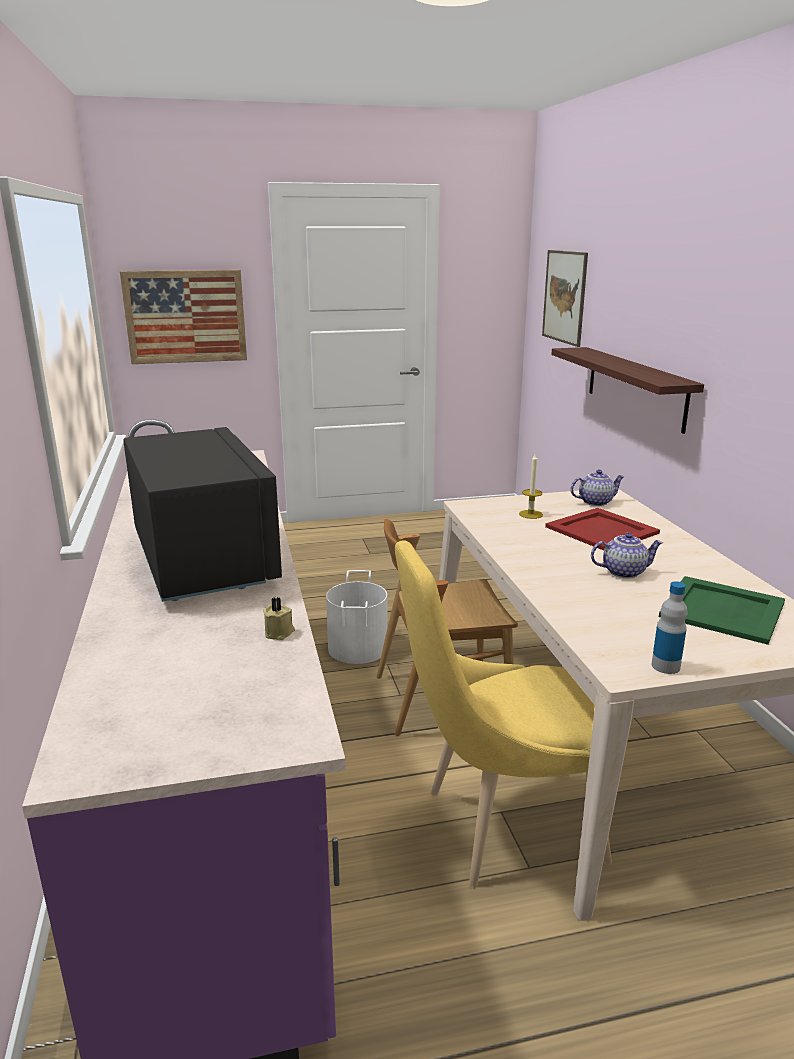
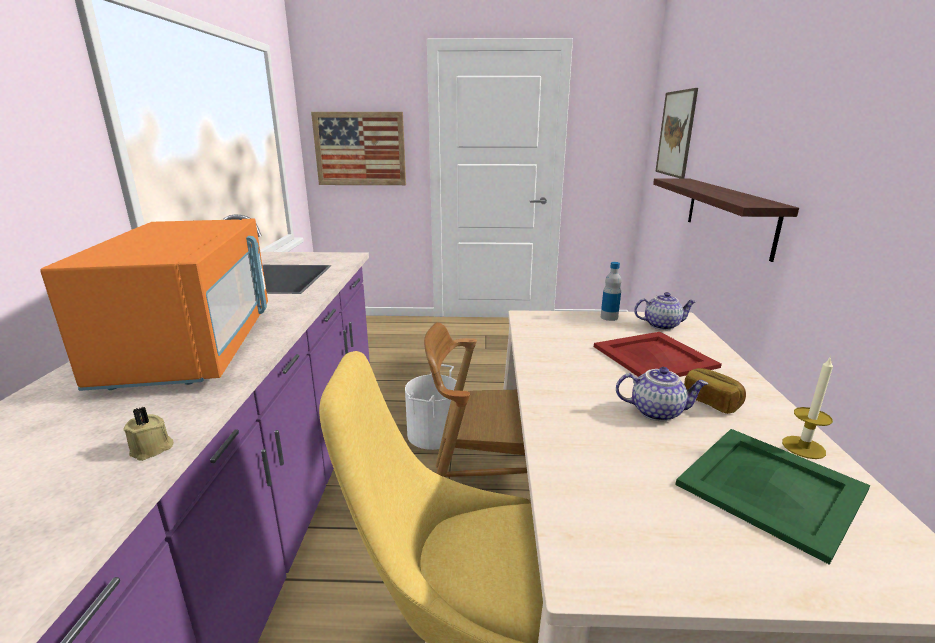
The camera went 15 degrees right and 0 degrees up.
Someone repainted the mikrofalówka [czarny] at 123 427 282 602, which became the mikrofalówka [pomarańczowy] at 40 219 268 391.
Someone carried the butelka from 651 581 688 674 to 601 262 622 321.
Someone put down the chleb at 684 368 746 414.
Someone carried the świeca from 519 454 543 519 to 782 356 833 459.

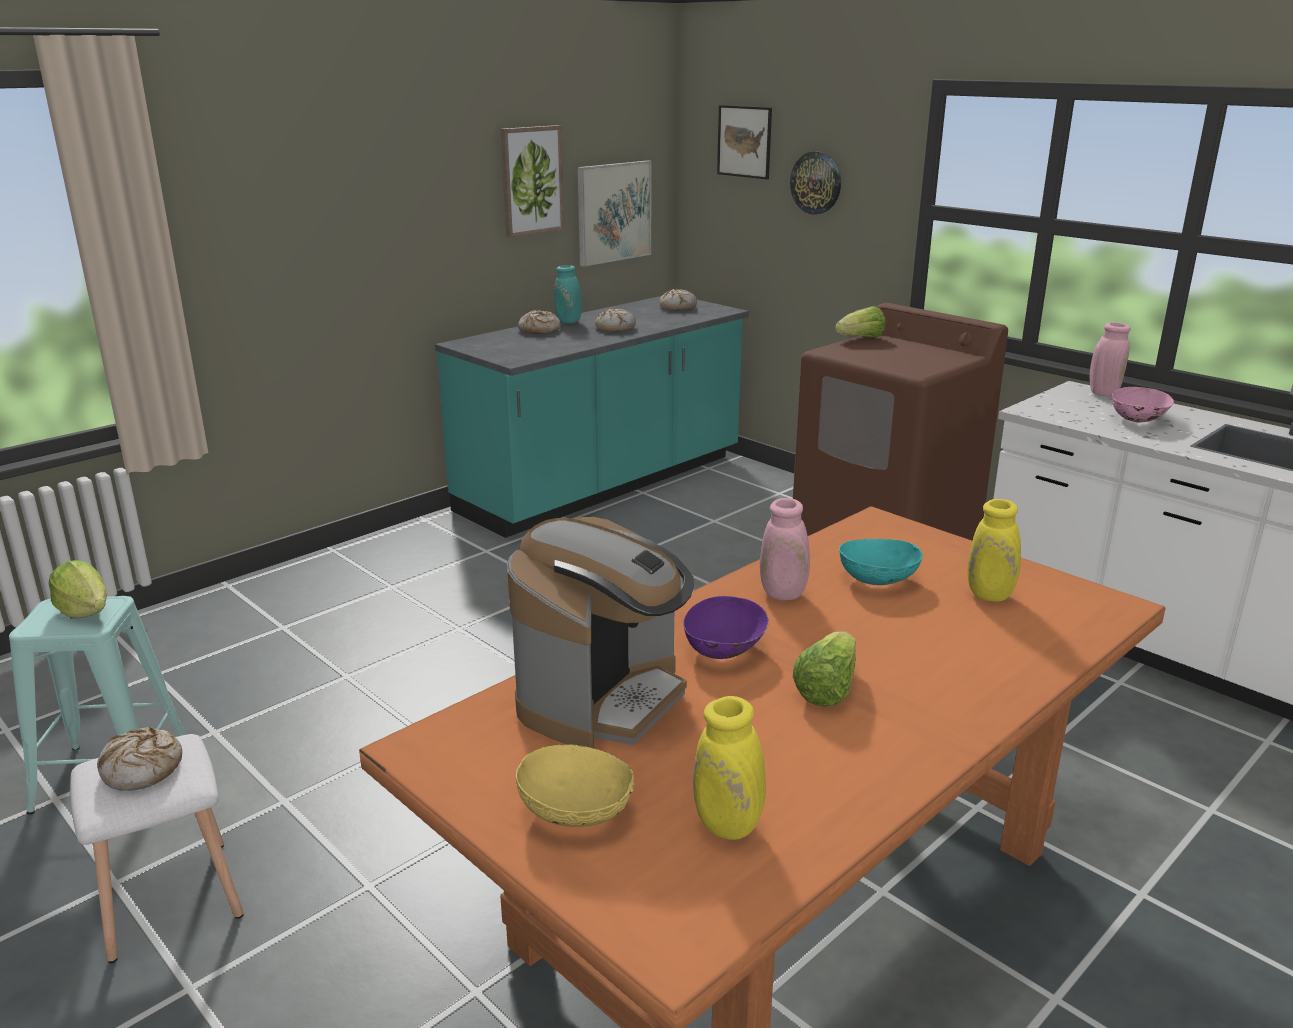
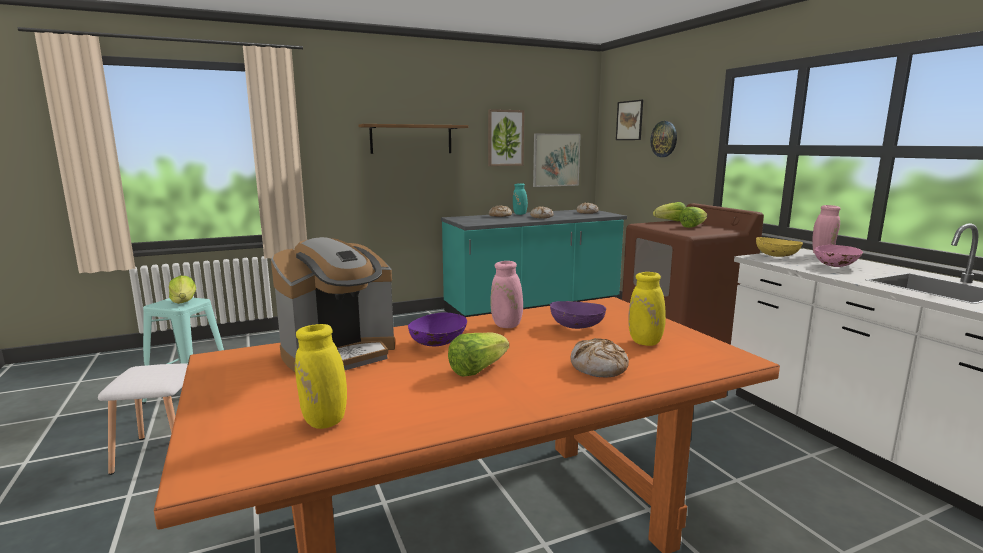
The camera went 20 degrees right and 10 degrees down.
Someone put up the półka at 358 124 468 154.
Someone repainted the miska [turkusowy] at 839 539 923 585, which became the miska [fioletowy] at 550 301 607 329.
Someone carried the chleb from 97 727 182 791 to 570 338 629 377.
Someone put down the sałata at 679 207 707 228.
Someone carried the miska [żółty] from 516 744 634 827 to 756 237 803 257.

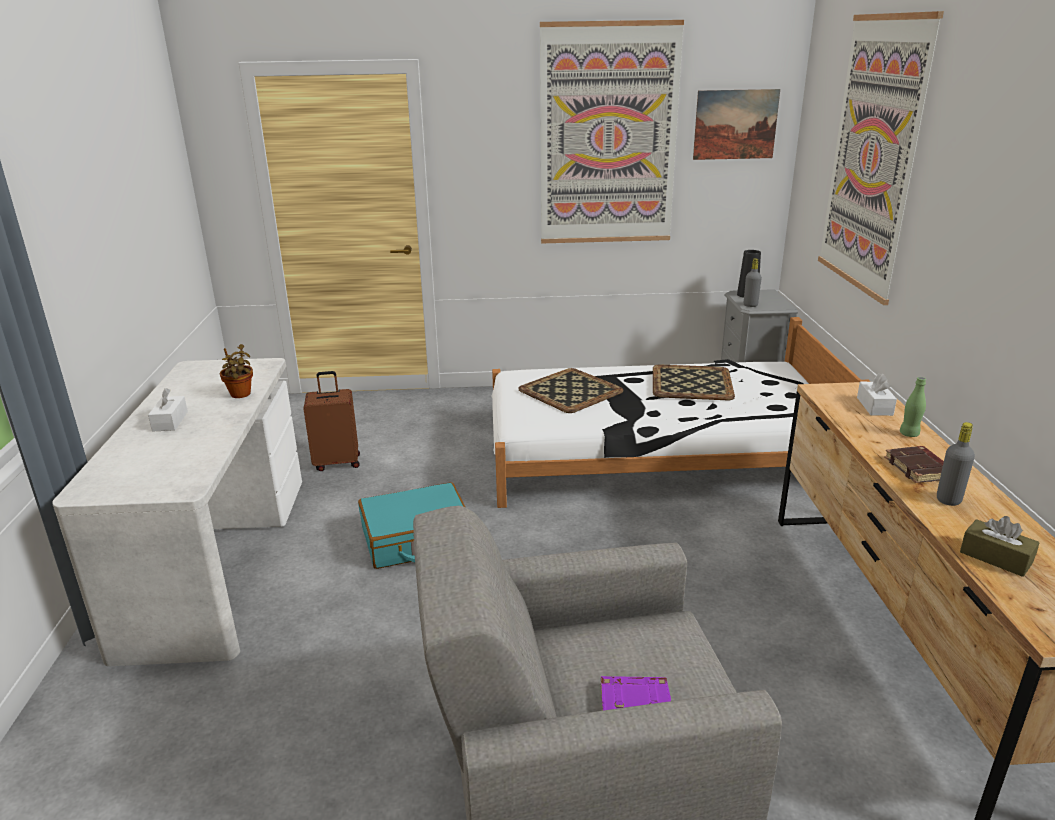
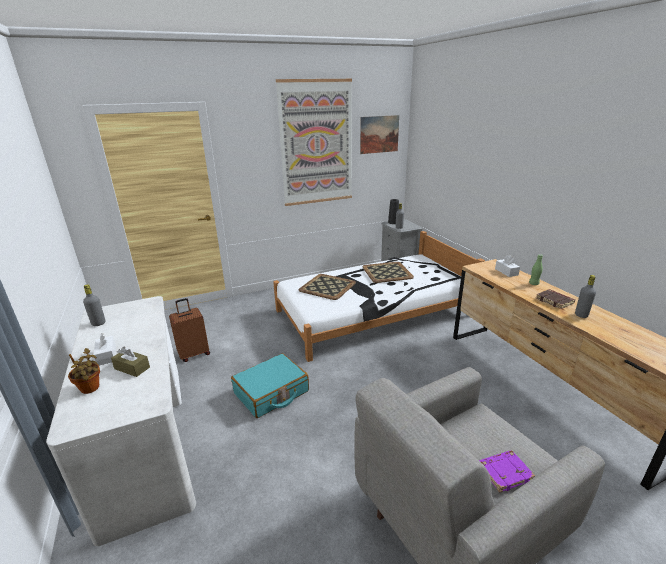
The camera went 20 degrees left and 0 degrees up.
Someone carried the roślina doniczkowa from 220 344 253 398 to 68 348 100 394.
Someone put down the butelka [szary] at 83 284 106 326.
Someone carried the pudełko chusteczek [brązowy] from 960 516 1040 577 to 111 346 150 377.
Someone took away the obraz at 818 11 944 305.

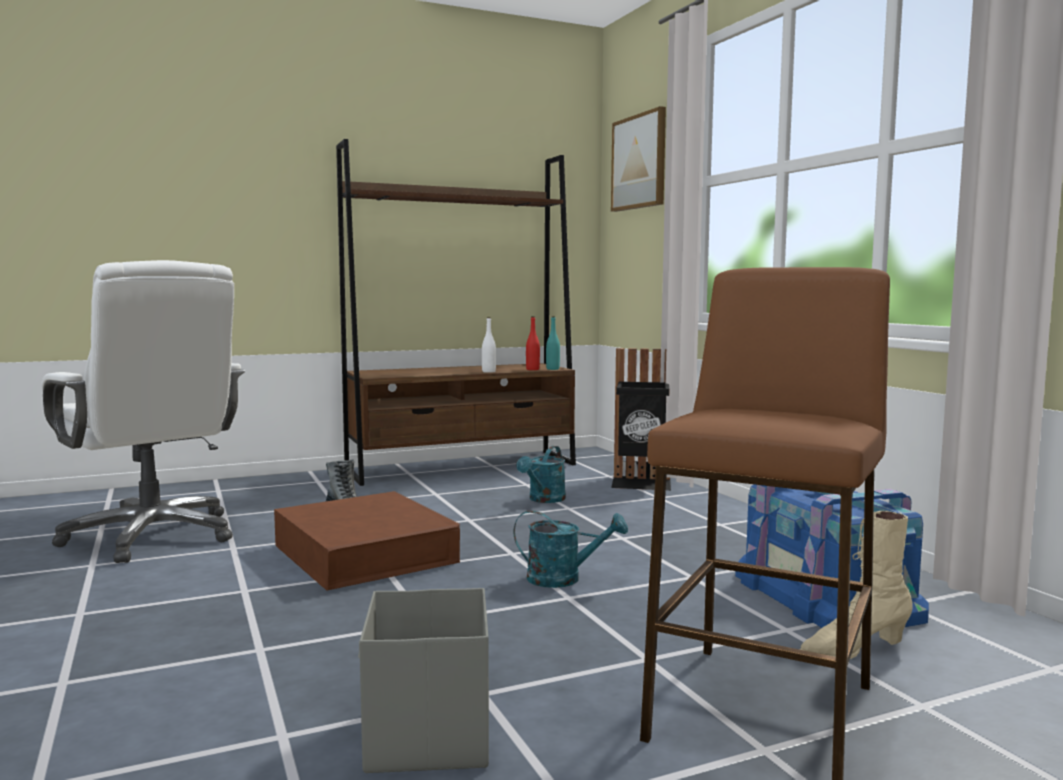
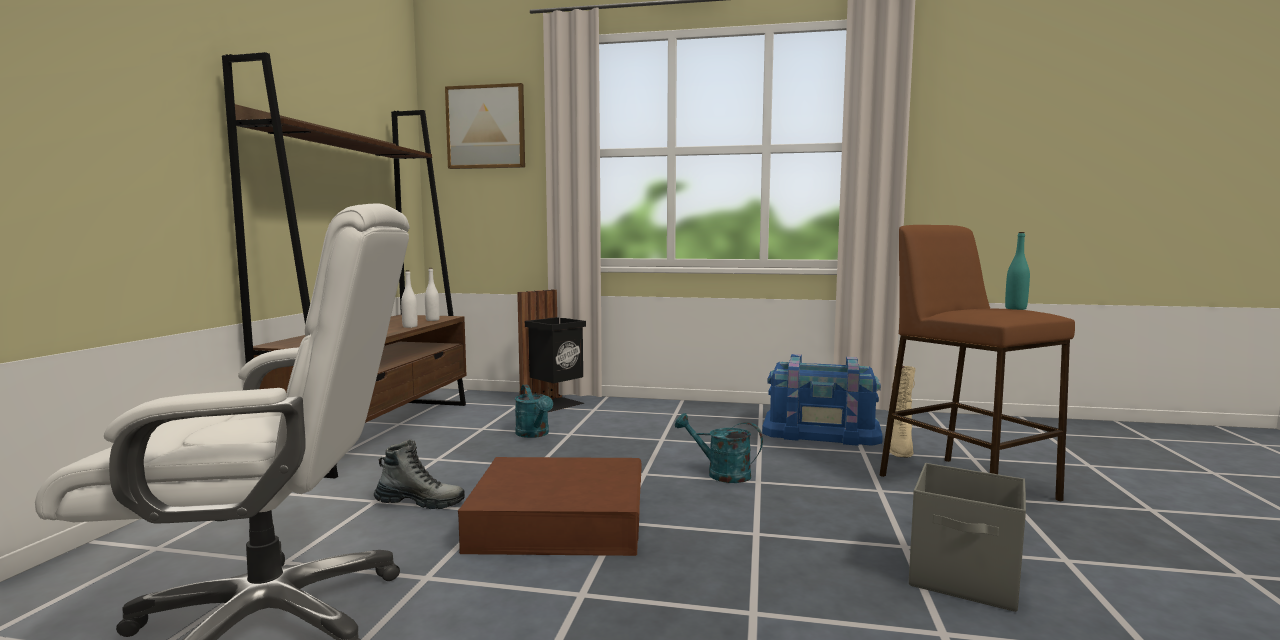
The camera went 55 degrees left and 0 degrees up.
Someone repainted the butelka [czerwony] at 526 316 540 370, which became the butelka [biały] at 425 268 440 321.
Someone rotated the konewka [turkusowy] at 513 510 628 588 by 105 degrees counterclockwise.
Someone carried the butelka [turkusowy] from 546 316 560 370 to 1005 232 1030 310.

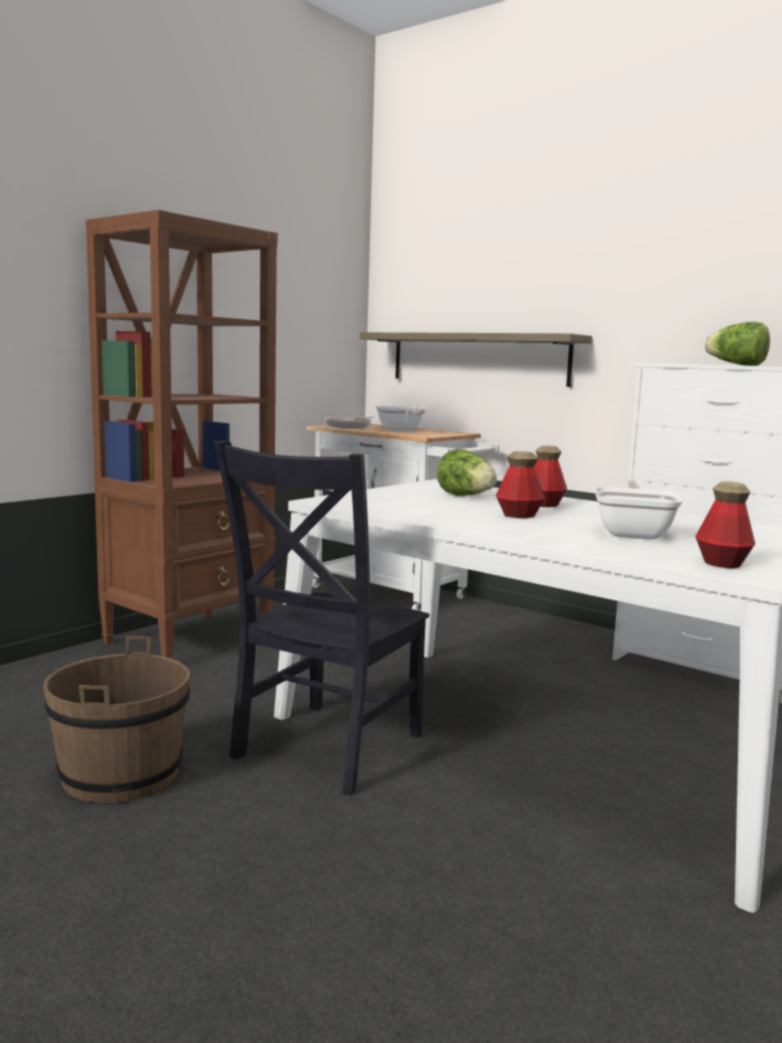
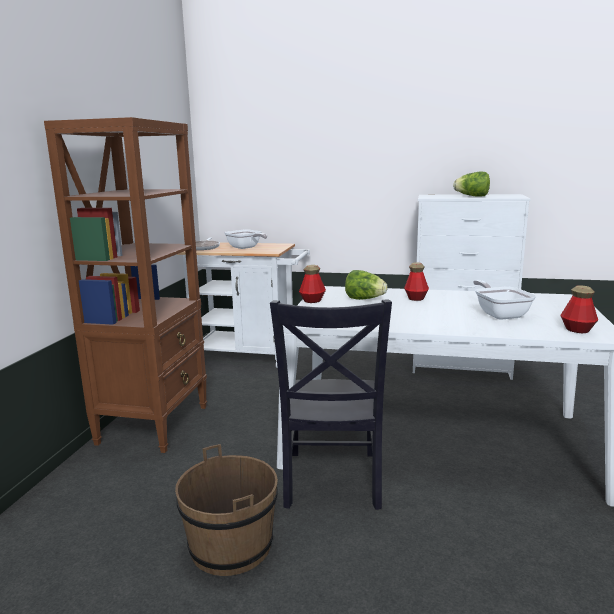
The camera went 25 degrees left and 5 degrees up.
Someone carried the butelka from 496 451 545 518 to 299 265 326 303.
Someone took away the półka at 360 332 592 387.

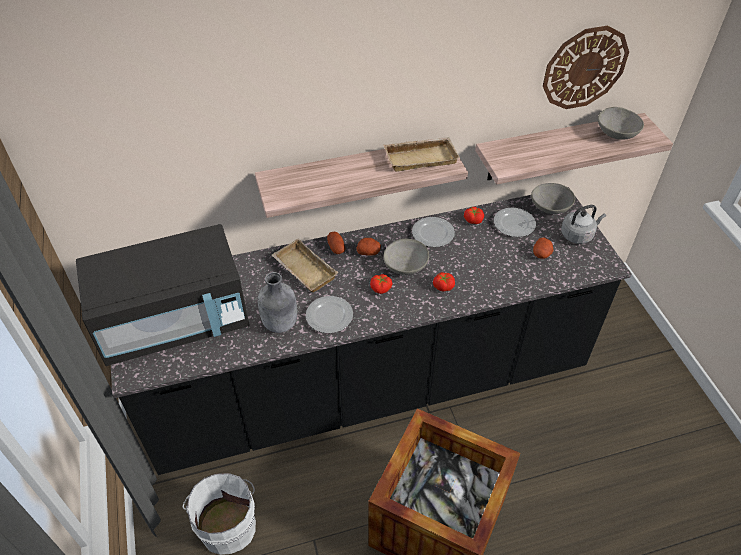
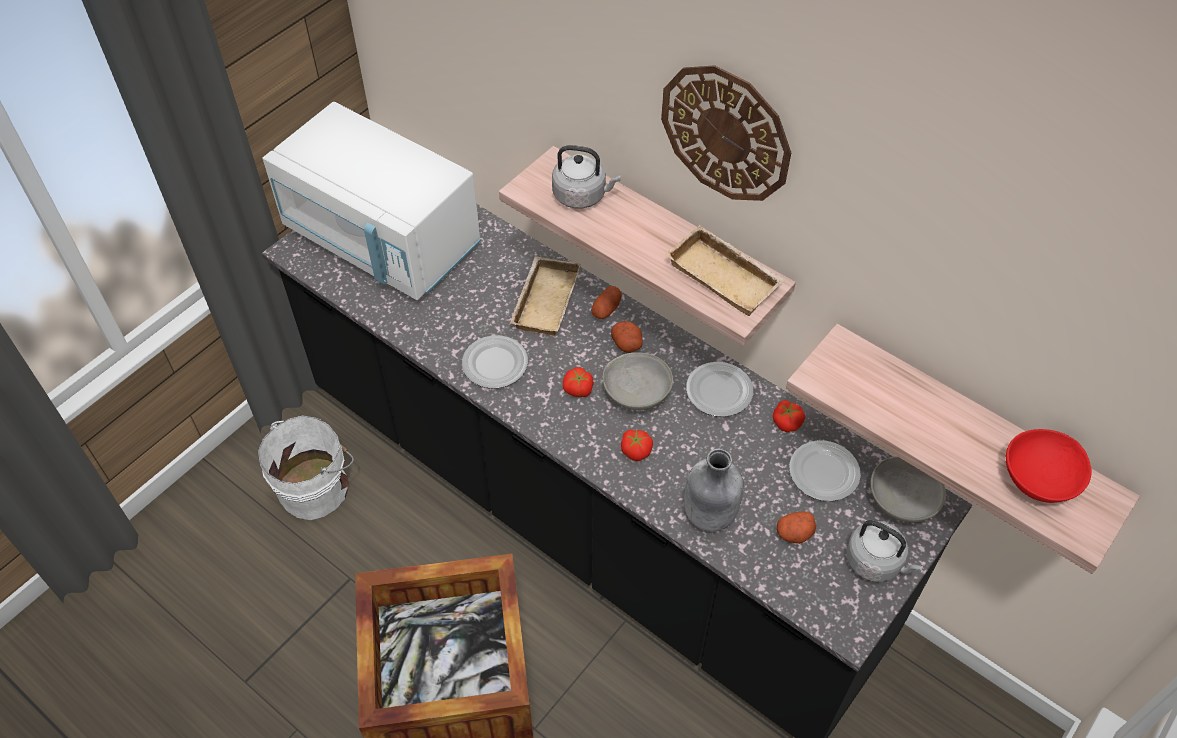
The camera went 55 degrees right and 5 degrees up.
Someone repainted the mikrofalówka [czarny] at 76 224 250 366, which became the mikrofalówka [biały] at 262 102 481 300.
Someone put down the czajnik [szary] at 552 145 621 208.
Someone carried the zegar ścienny from 543 26 629 109 to 661 65 791 201.
Someone carried the butelka [szary] from 258 272 297 333 to 684 449 744 532.
Someone repainted the miska [szary] at 598 107 644 140, which became the miska [czerwony] at 1006 429 1092 503.

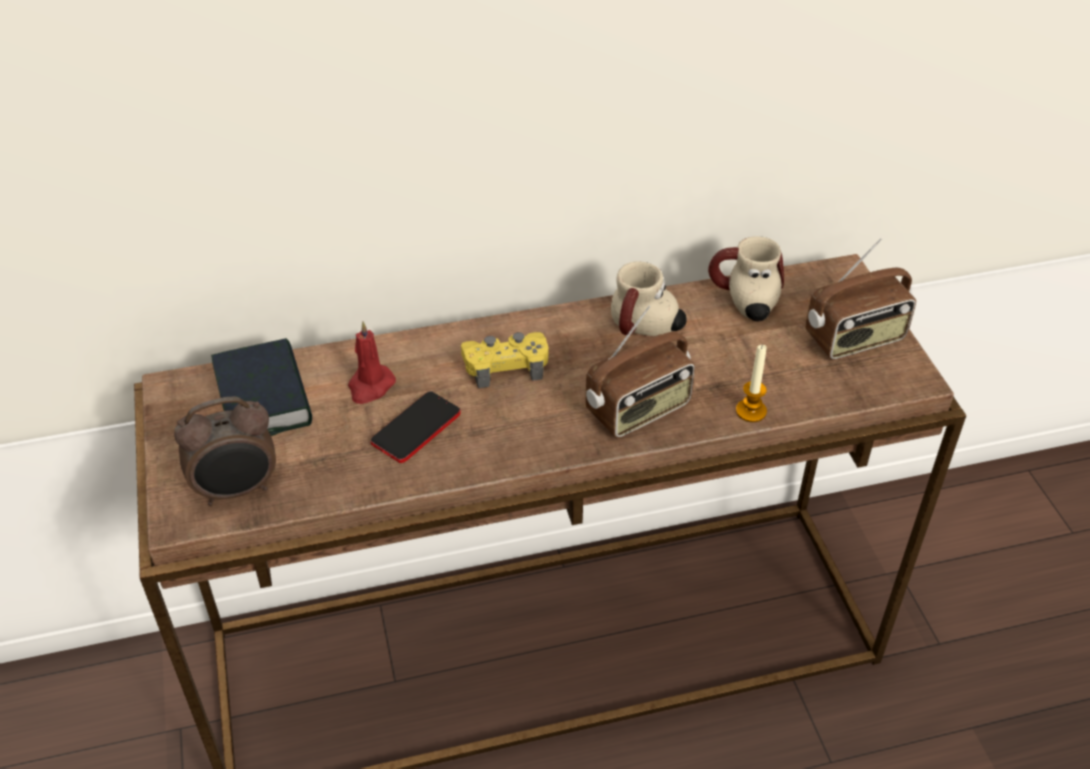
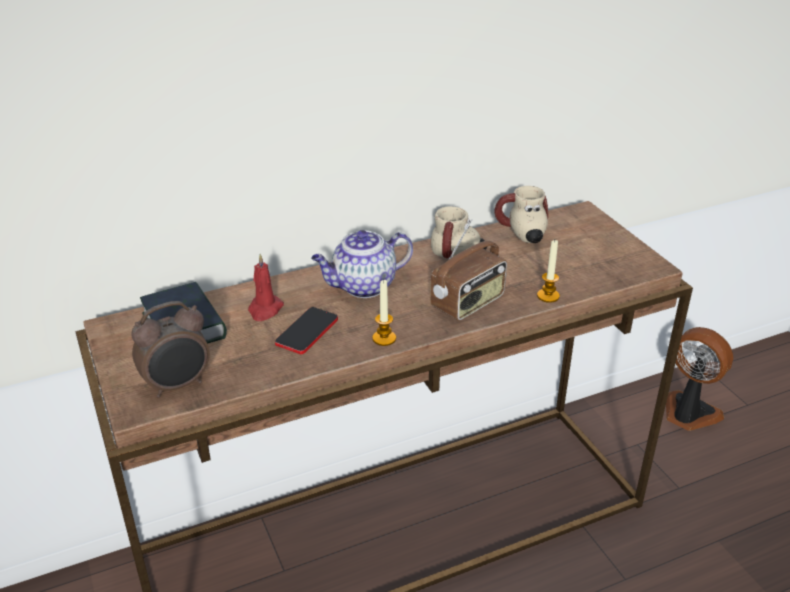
The camera went 10 degrees left and 10 degrees down.
Someone swapped the pad do gier [żółty] at 461 332 548 388 for the imbryk at 311 230 413 298.
Someone put down the świeca at 372 280 396 346.
Someone put down the wentylator at 666 327 733 431.
Someone took away the radio at 805 238 916 360.

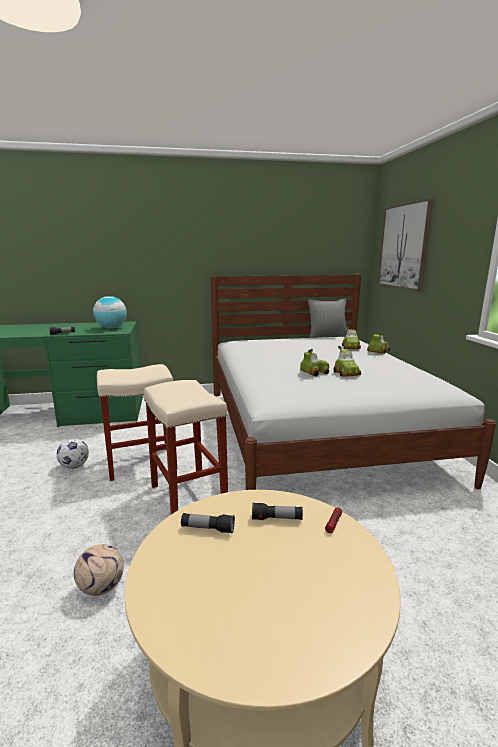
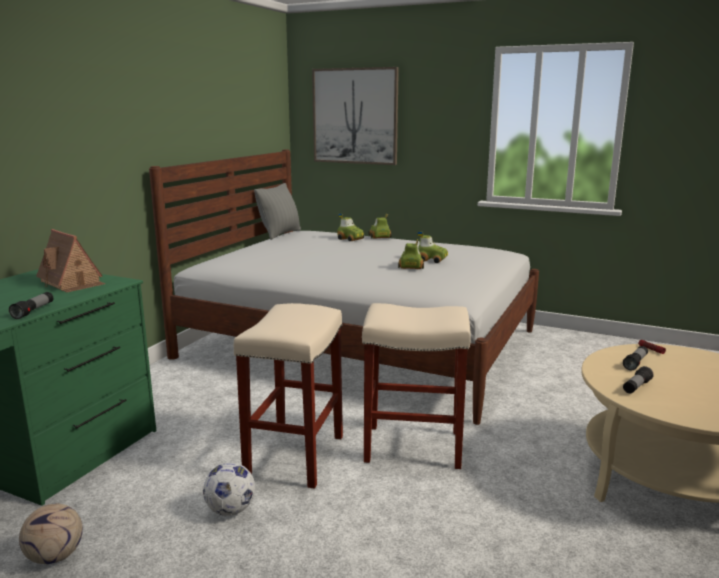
The camera went 55 degrees left and 0 degrees up.
Someone carried the piłka futbolowa from 74 544 124 596 to 19 503 83 564.
Someone swapped the globus at 93 296 127 329 for the domek at 36 229 105 293.

